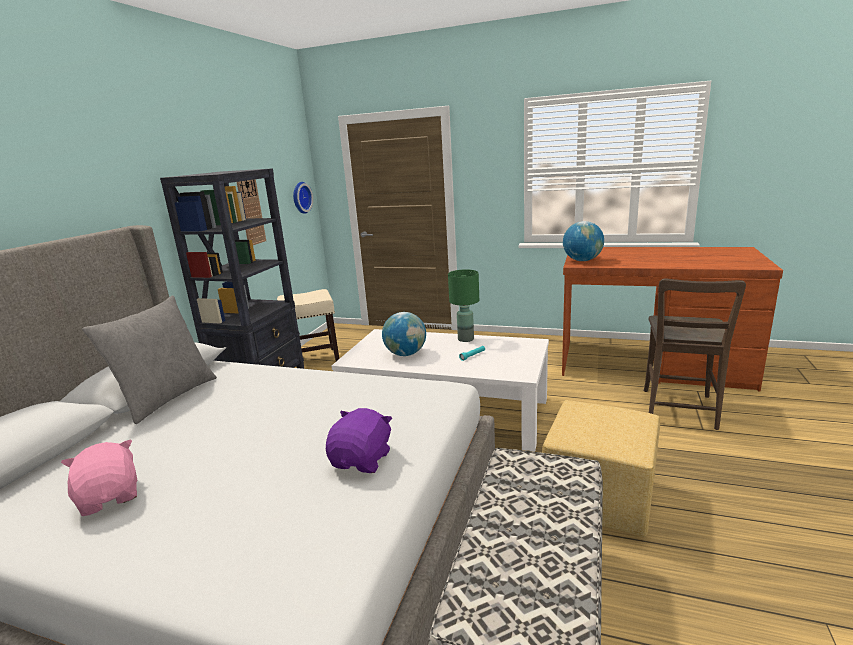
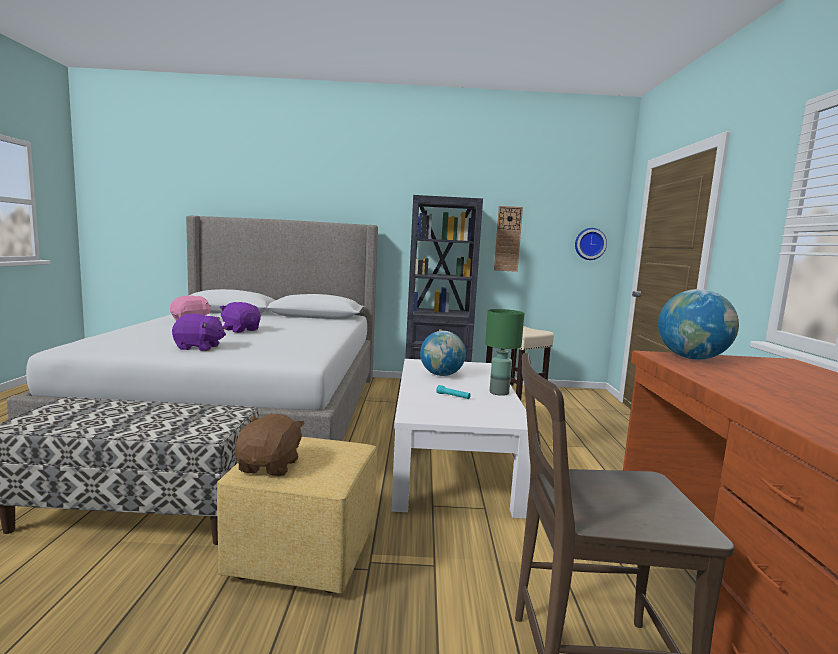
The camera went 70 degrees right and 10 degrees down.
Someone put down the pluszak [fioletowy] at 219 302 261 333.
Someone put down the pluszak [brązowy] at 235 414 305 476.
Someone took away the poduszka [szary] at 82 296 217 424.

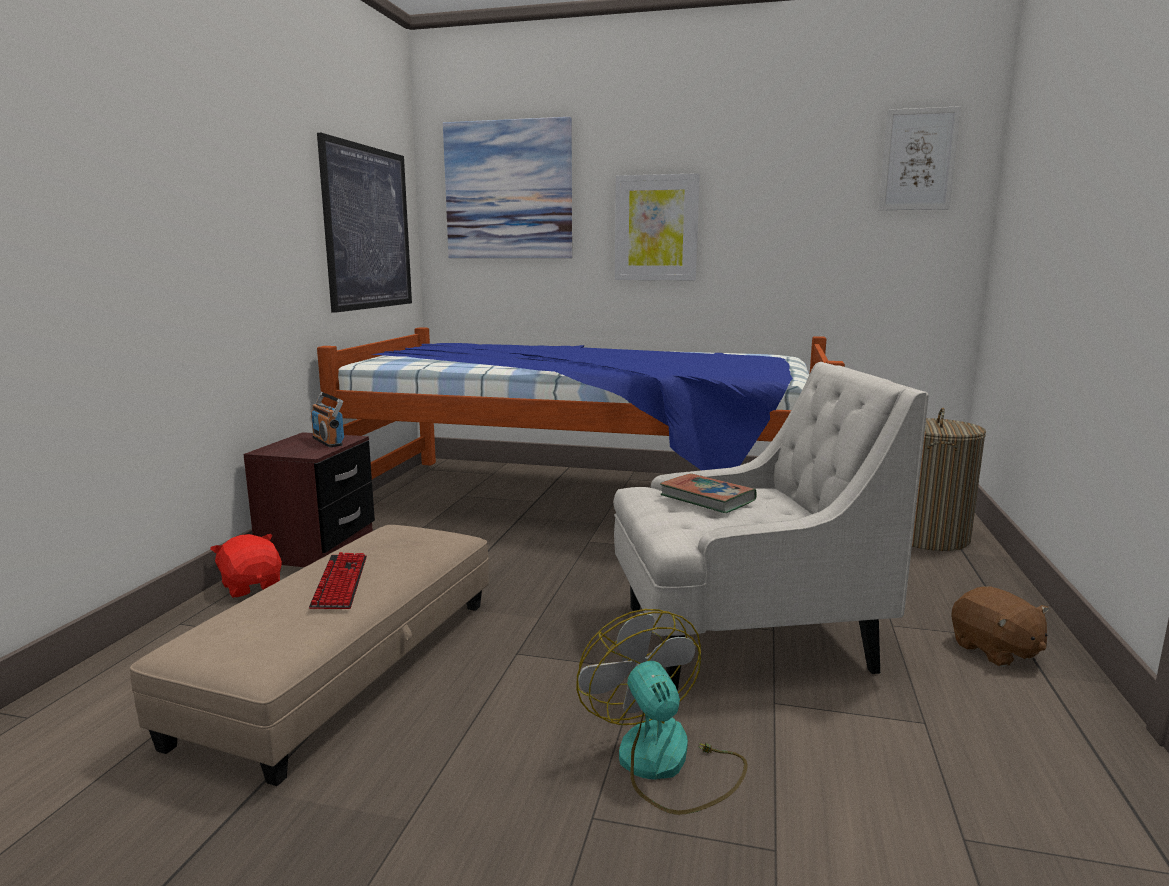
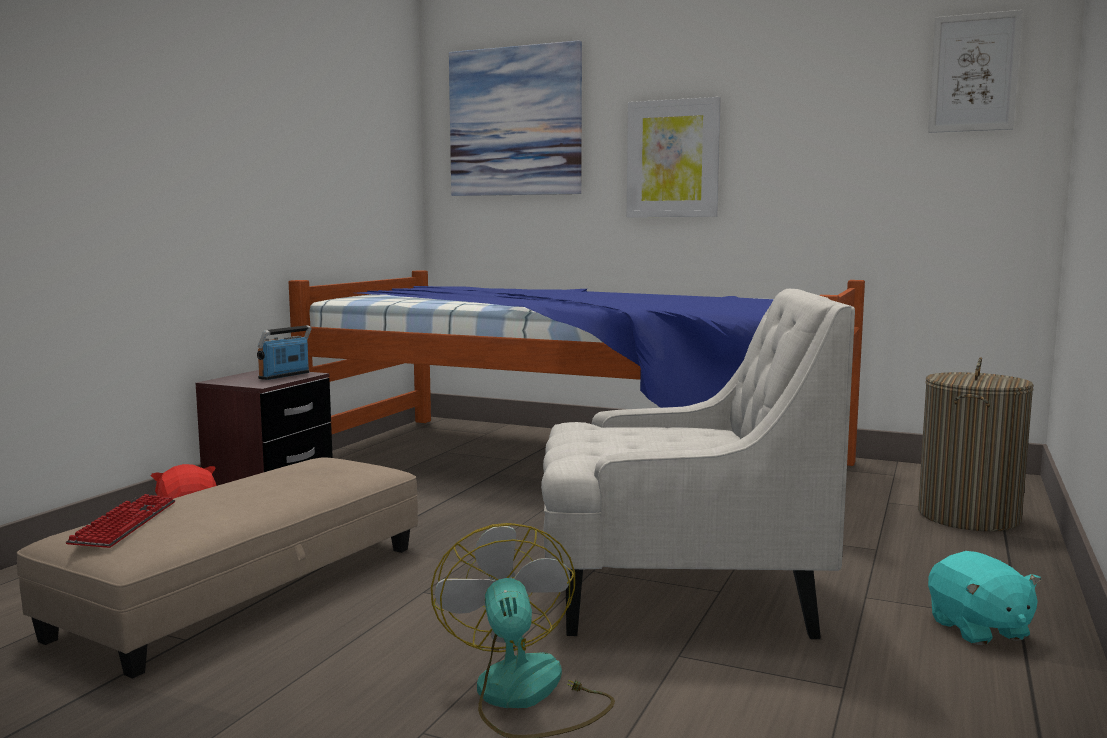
The camera went 10 degrees right and 5 degrees down.
Someone carried the klawiatura from 309 552 367 609 to 66 494 176 548.
Someone rotated the radio at 311 392 344 447 by 60 degrees clockwise.
Someone repainted the pluszak [brązowy] at 951 586 1049 667, which became the pluszak [turkusowy] at 928 551 1041 645.
Someone took away the obraz at 317 133 412 313.
Someone took away the książka at 660 473 757 513.

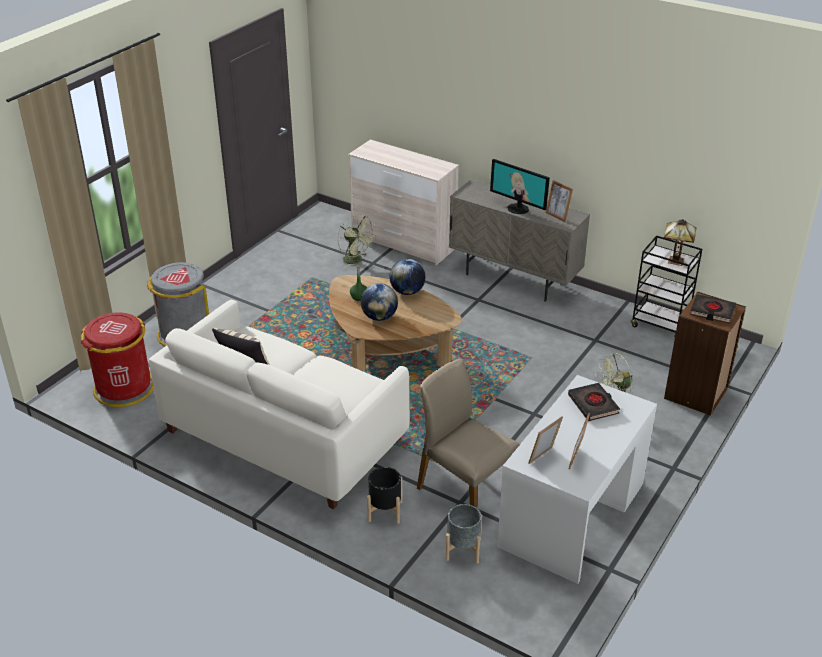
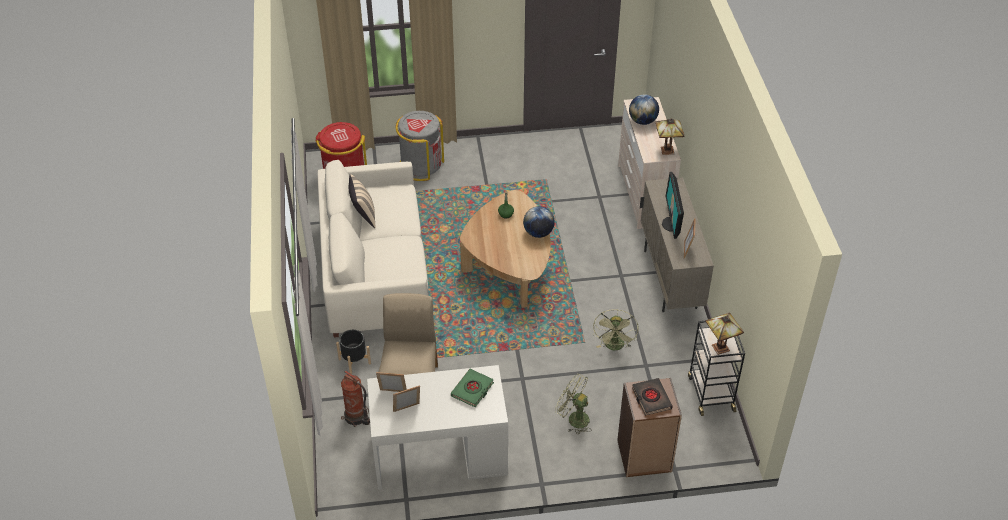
The camera went 50 degrees right and 10 degrees up.
Someone swapped the donica [szary] at 445 504 482 564 for the gaśnica at 341 371 370 427.
Someone repainted the książka [czarny] at 568 383 620 421, which became the książka [zielony] at 451 369 494 407.
Someone carried the wentylator [zielony] from 338 214 377 268 to 593 310 639 351.
Someone carried the globus from 361 283 398 321 to 629 94 659 125.
Someone put down the lampa stołowa at 655 119 684 155.

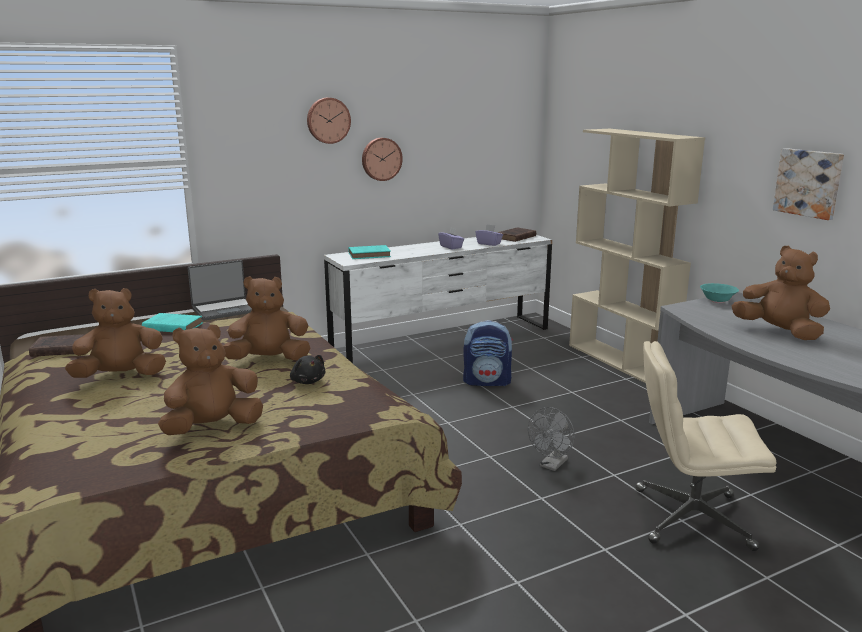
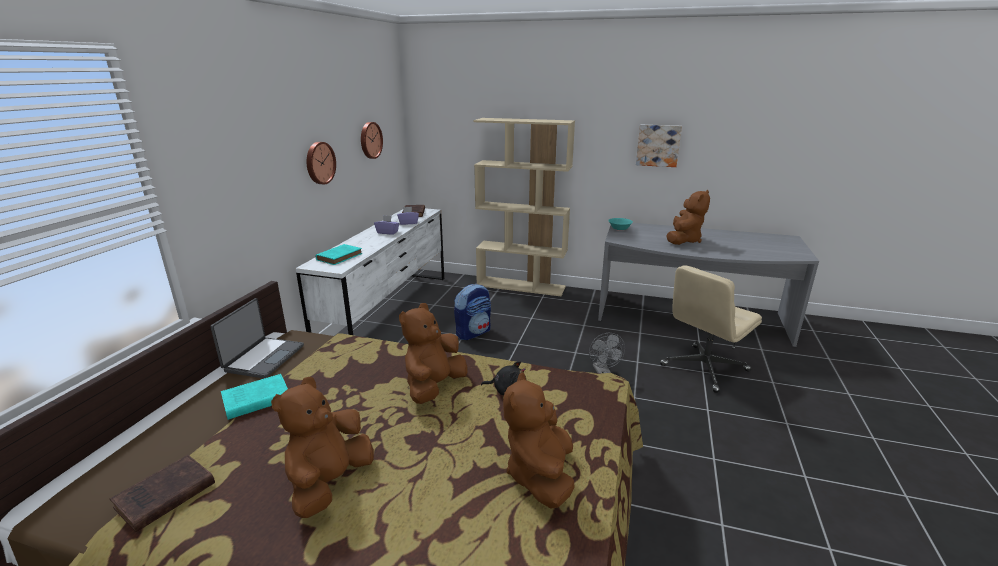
The camera went 45 degrees left and 5 degrees up.
Someone carried the zegar ścienny from 307 98 351 144 to 361 122 383 159.
Someone rotated the pluszak [brązowy] at 732 246 830 340 by 120 degrees clockwise.

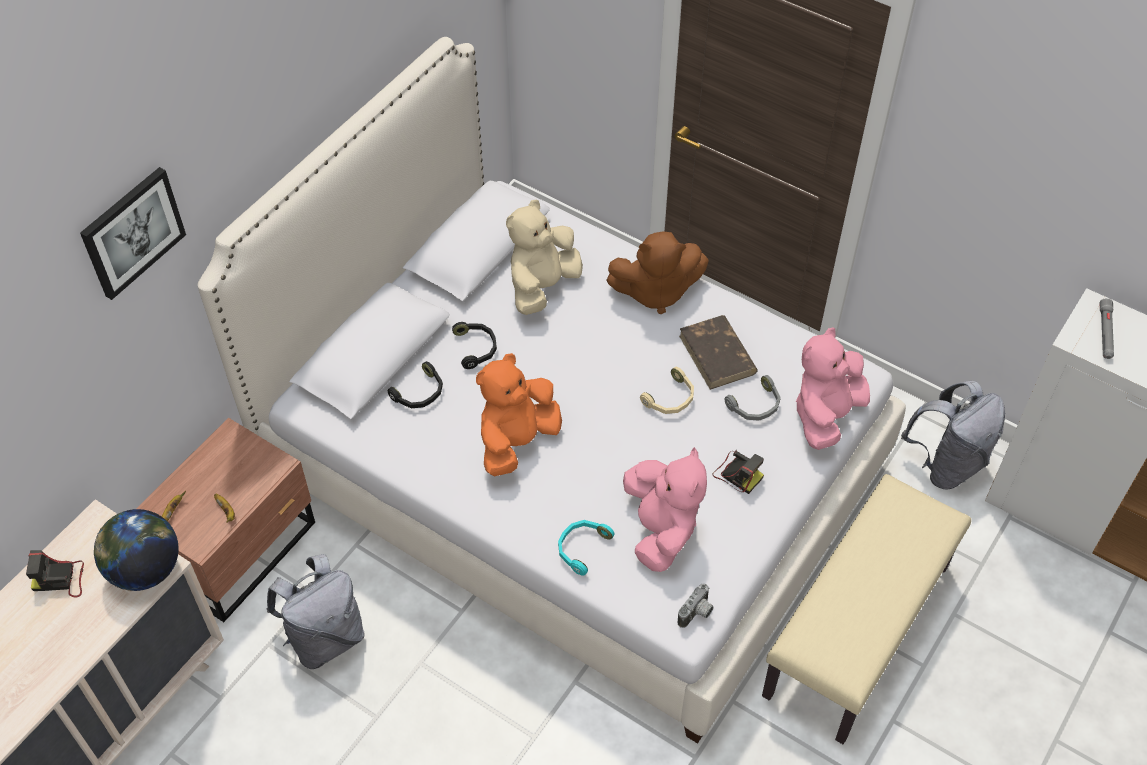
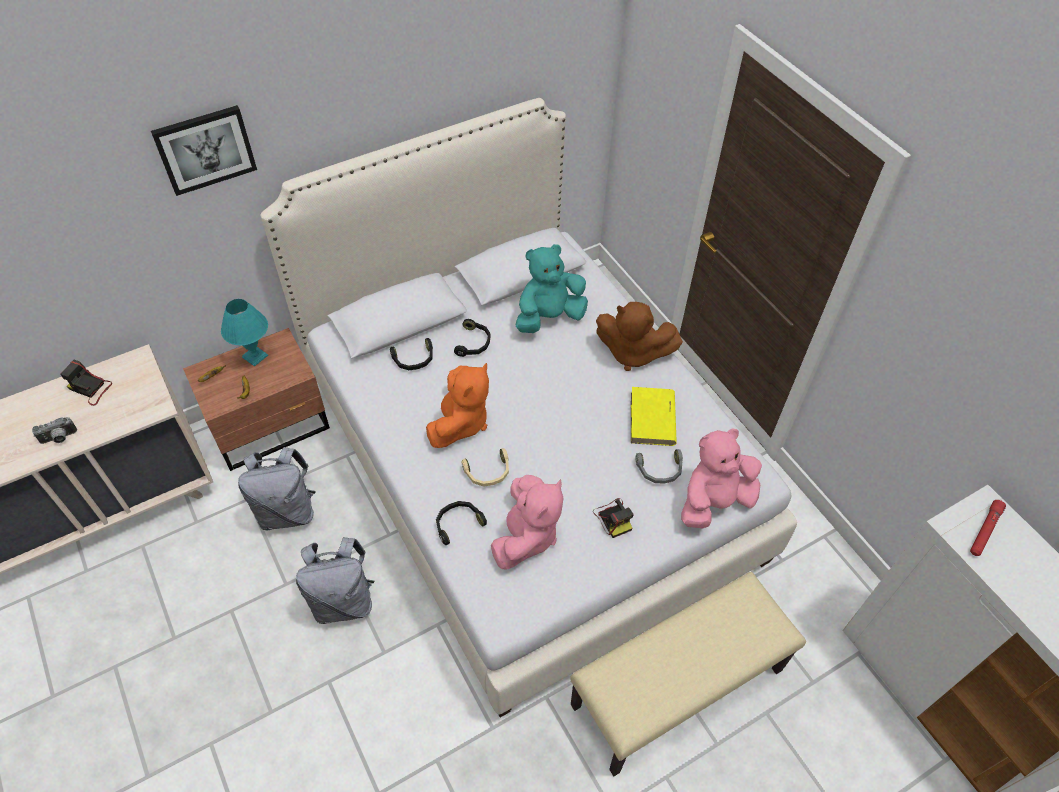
The camera went 25 degrees right and 0 degrees up.
Someone carried the aparat fotograficzny from 678 583 714 628 to 32 417 77 444.
Someone put down the lampa stołowa [turkusowy] at 221 299 268 367.
Someone carried the plecak [szary] from 901 381 1005 489 to 296 537 374 624.
Someone rotated the pluszak [pomarańczowy] at 476 353 562 477 by 135 degrees clockwise.
Someone repainted the słuchawki [turkusowy] at 558 520 614 576, which became the słuchawki [czarny] at 436 501 487 545.
Someone carried the słuchawki [beżowy] from 640 367 694 414 to 462 448 509 487.
Someone repainted the pluszak [beżowy] at 506 199 583 315, which became the pluszak [turkusowy] at 516 244 588 333.
Someone repainted the książka [brązowy] at 679 315 758 390, which became the książka [żółty] at 631 387 677 446.
Someone repainted the latarka [szary] at 1100 298 1114 359, which became the latarka [czerwony] at 970 500 1006 556.
Someone took away the globus at 94 509 179 591.

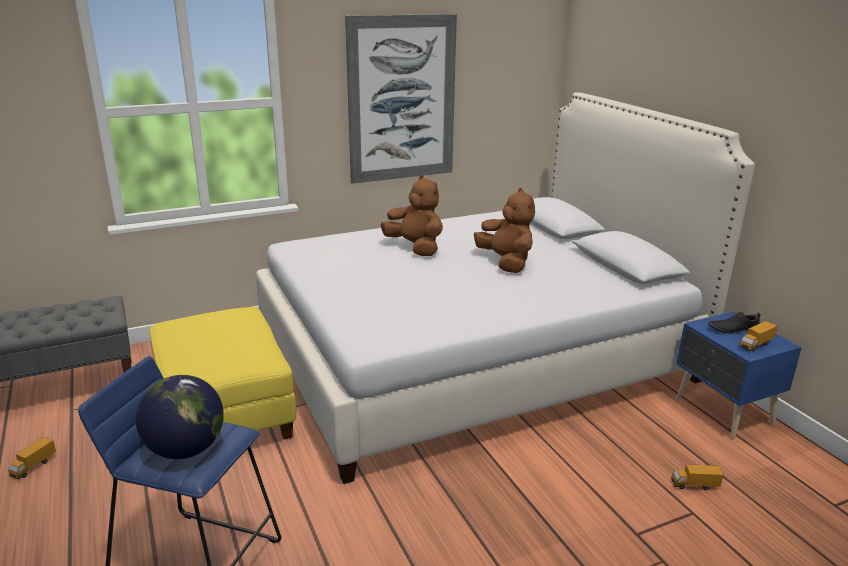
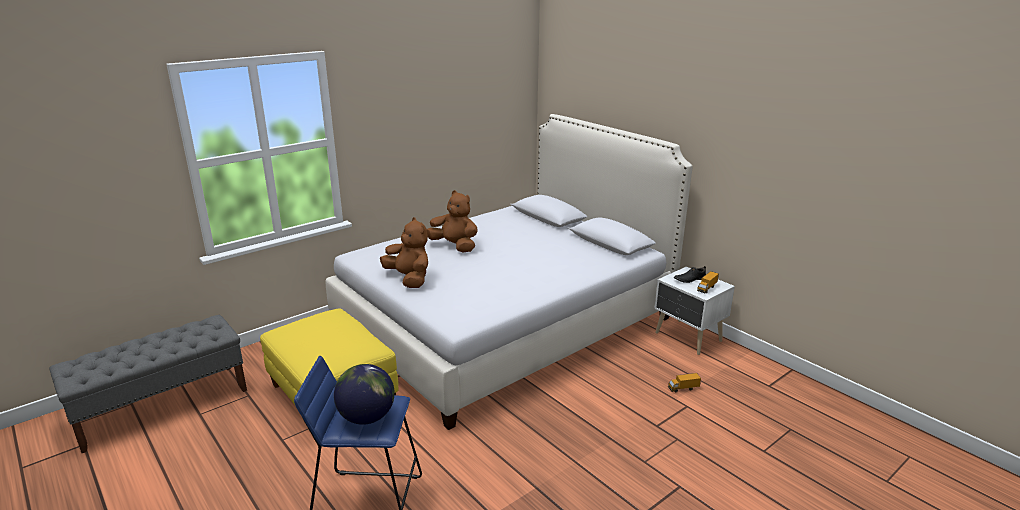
The camera went 15 degrees left and 0 degrees up.
Someone carried the pluszak [brązowy] from 474 188 535 273 to 380 217 428 288.
Someone repainted the szafka nocna [niebieski] at 676 311 802 440, which became the szafka nocna [biały] at 654 267 735 355.
Someone took away the ciężarówka zabawkowa at 9 437 56 479.
Someone took away the obraz at 345 14 457 184.

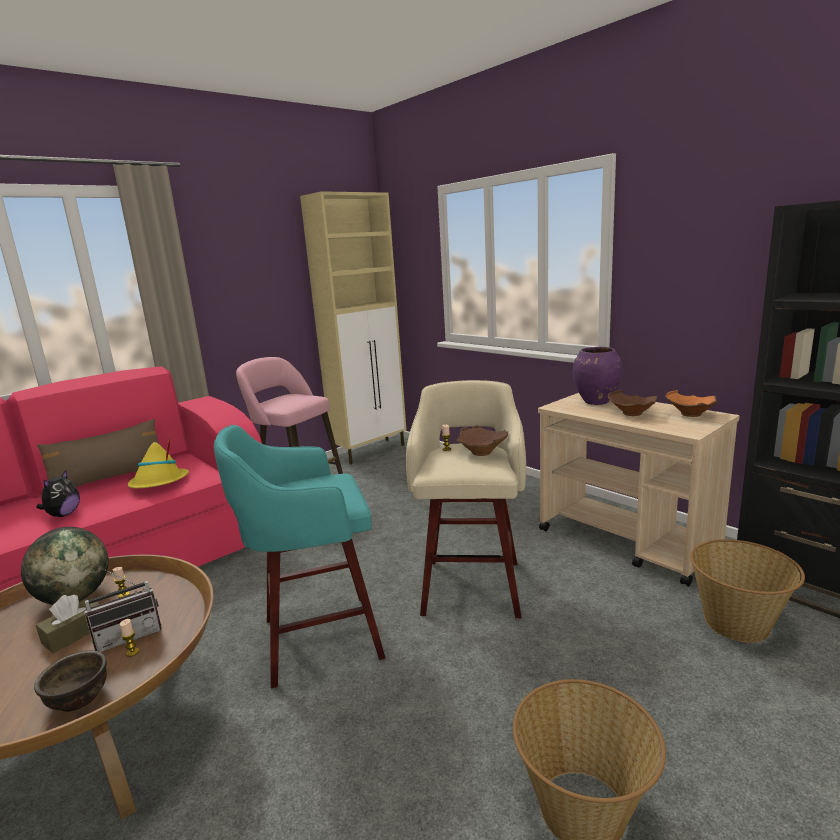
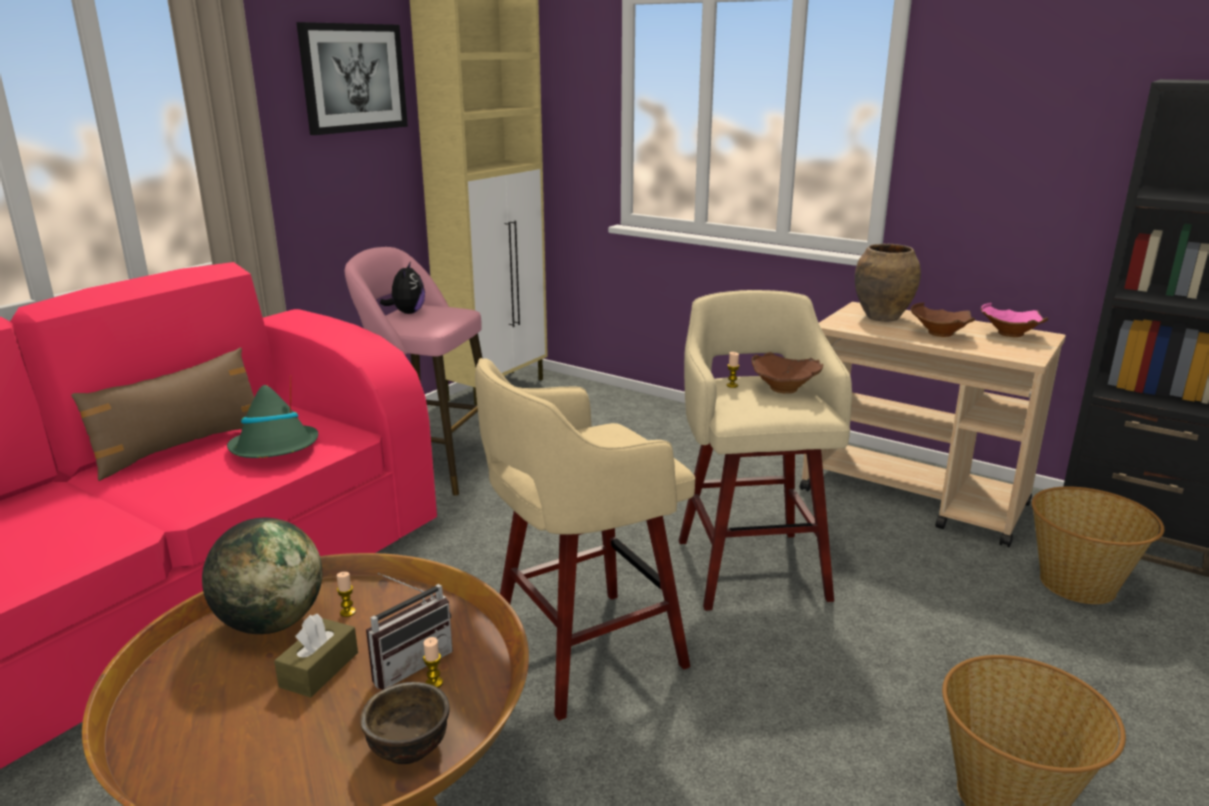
The camera went 15 degrees left and 5 degrees up.
Someone repainted the kapelusz [żółty] at 128 437 189 488, which became the kapelusz [zielony] at 227 375 318 458.
Someone put up the obraz at 296 22 408 135.
Someone carried the pluszak from 37 470 80 517 to 380 261 425 314.
Someone repainted the stołek [turkusowy] at 214 425 385 689, which became the stołek [beżowy] at 475 358 695 721.
Someone repainted the wazon [fioletowy] at 573 347 622 405, which became the wazon [brązowy] at 855 244 921 322.
Someone repainted the miska [pomarańczowy] at 665 390 718 417, which became the miska [różowy] at 981 303 1048 337.

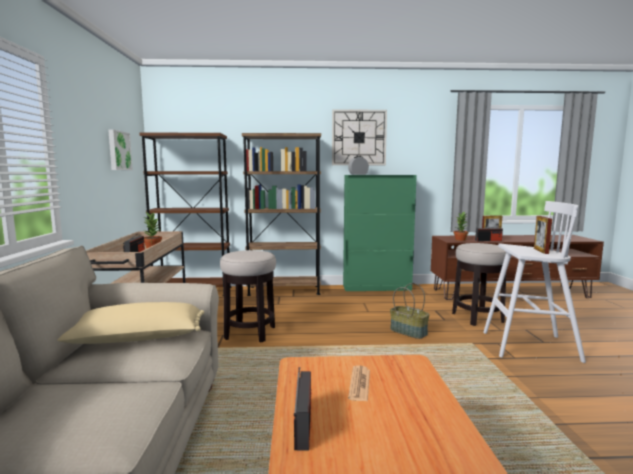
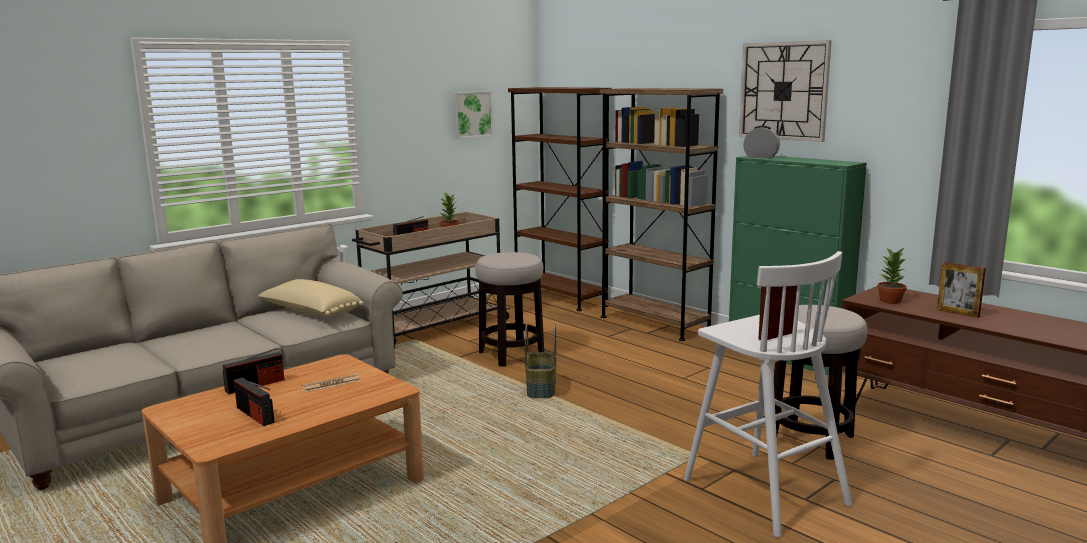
The camera went 50 degrees right and 5 degrees up.
Someone carried the radio from 475 226 503 241 to 234 378 275 426.
Someone carried the koszyk from 390 283 430 339 to 525 324 557 398.

